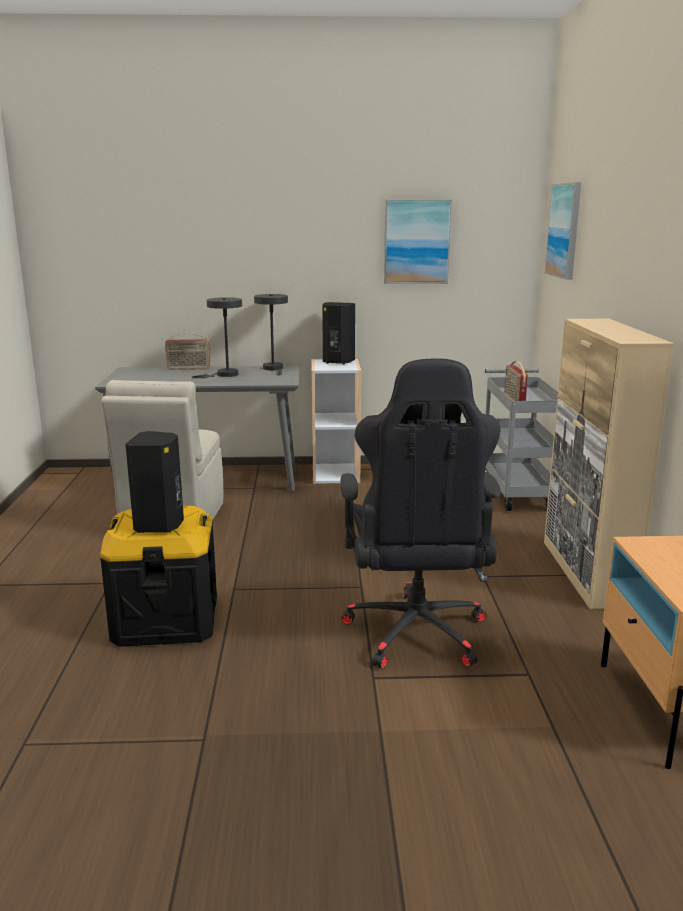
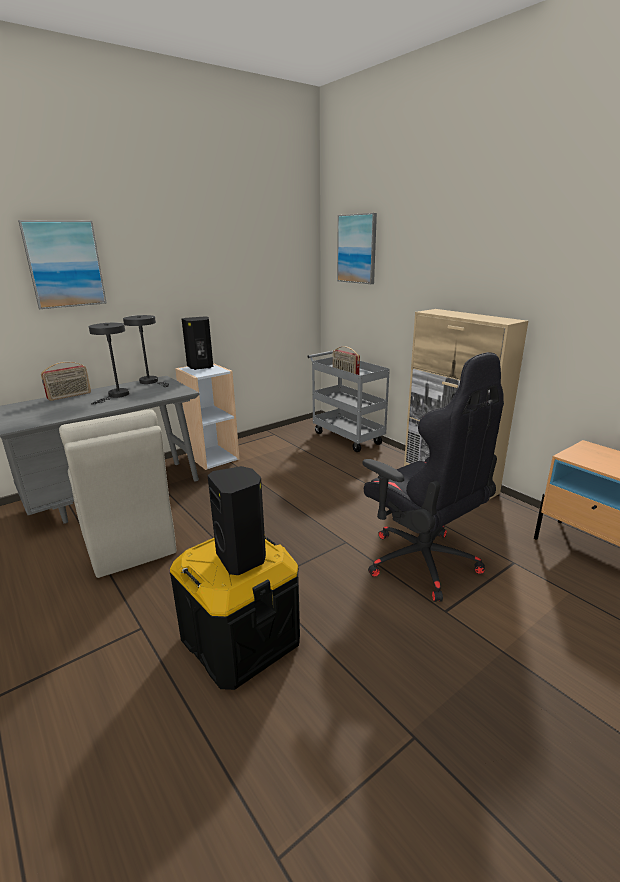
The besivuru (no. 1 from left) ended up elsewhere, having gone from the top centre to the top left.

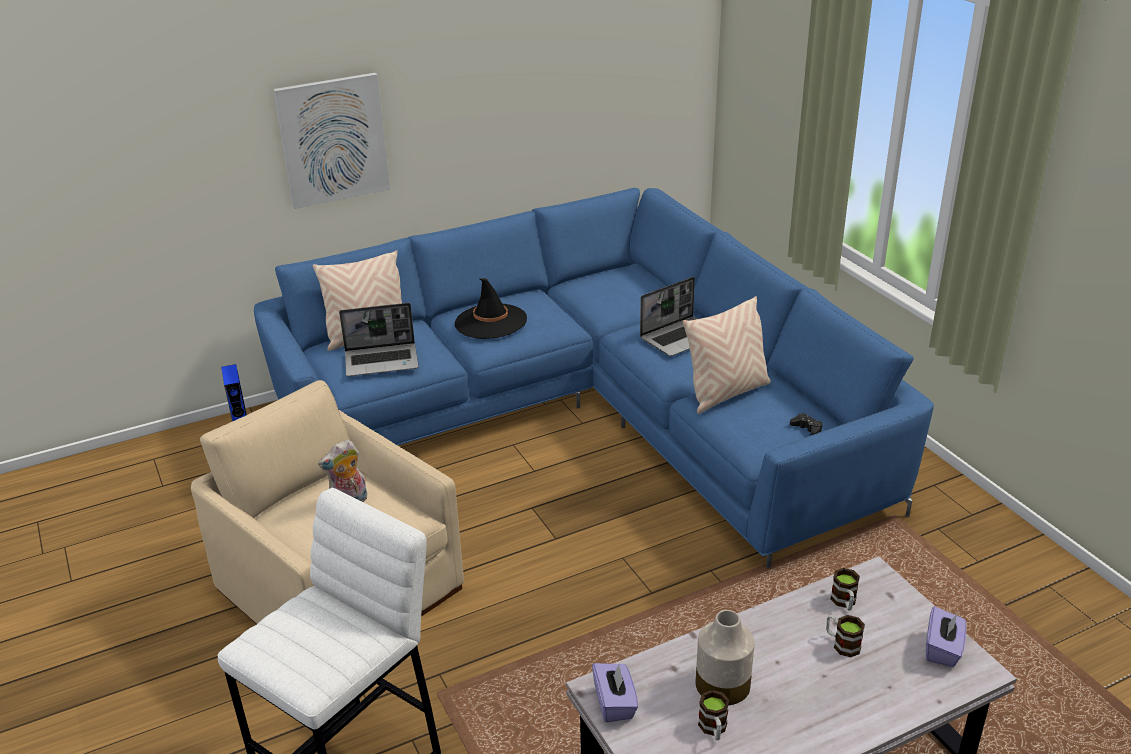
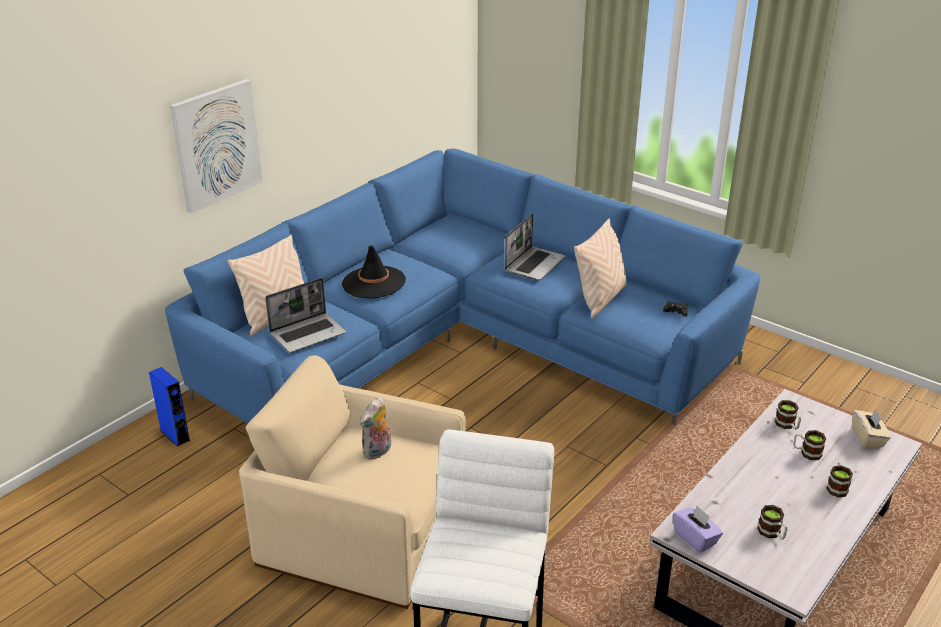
The second view lost the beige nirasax at the bottom centre.
The second view gained the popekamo (no. 4 from left) at the bottom right.
What was the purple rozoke (no. 2 from left) at the bottom right turned into the beige rozoke at the bottom right.

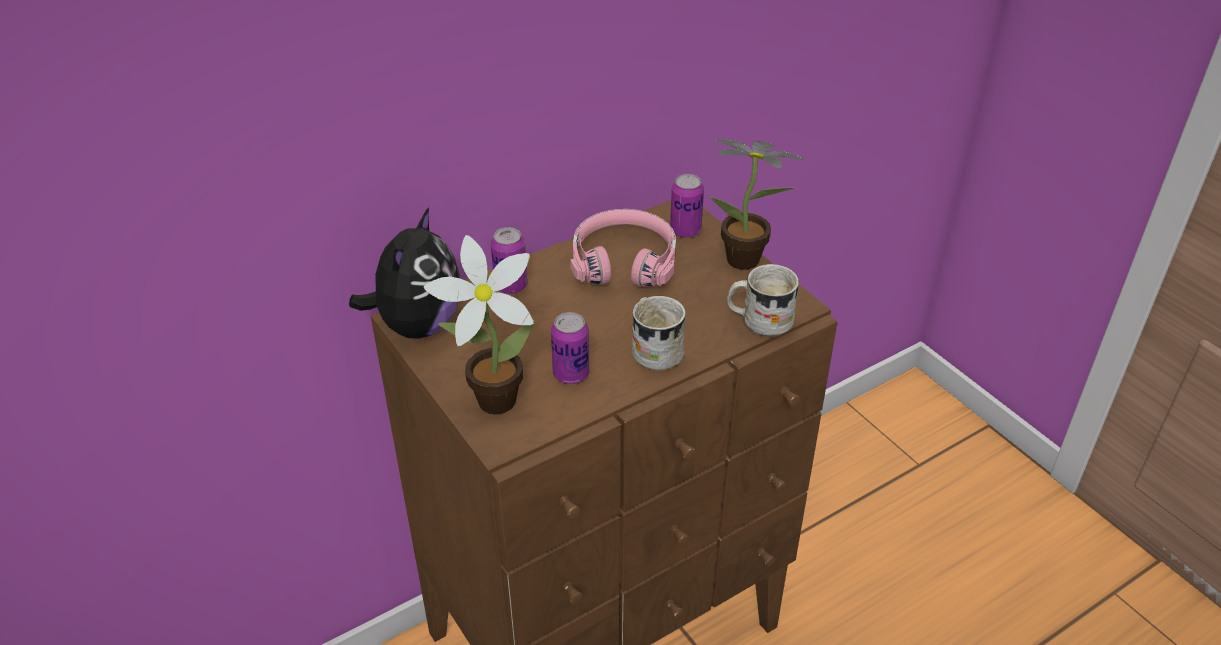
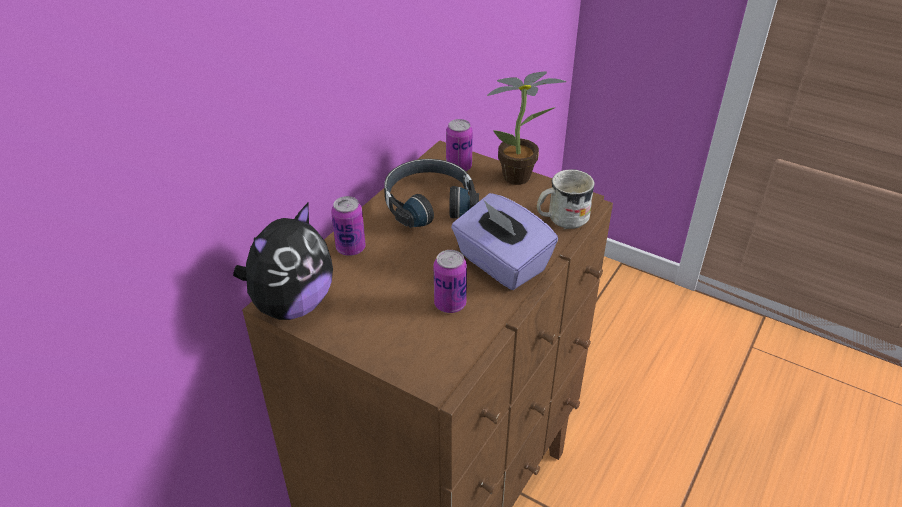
The second view lost the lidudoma (no. 1 from left) at the centre.
Where the white popekamo (no. 1 from left) stood at the centre, the purple rozoke came to stand at the centre.
What was the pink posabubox at the centre turned into the black posabubox at the centre.
The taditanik at the middle left ended up facing another way, 45 degrees clockwise from before.

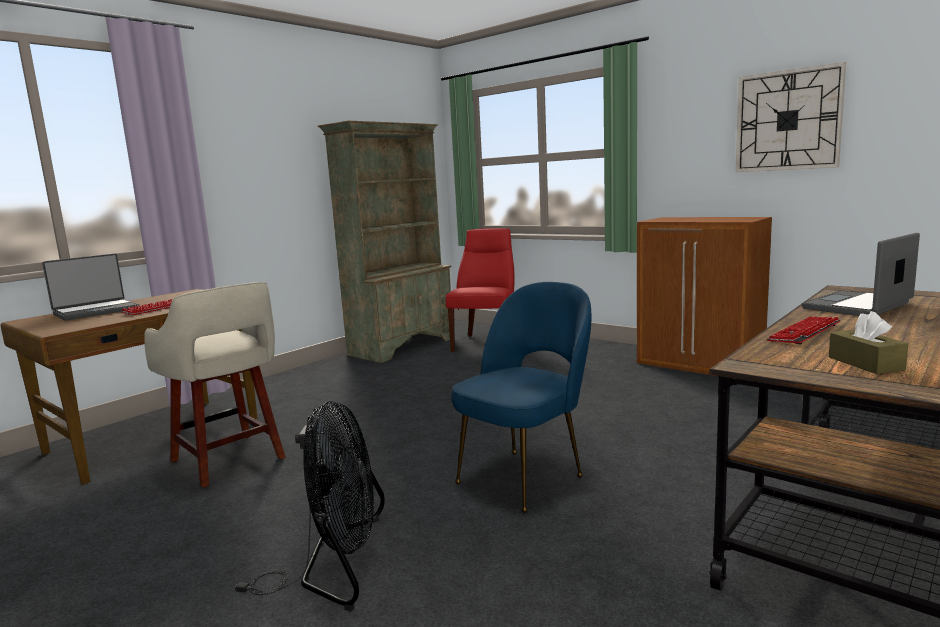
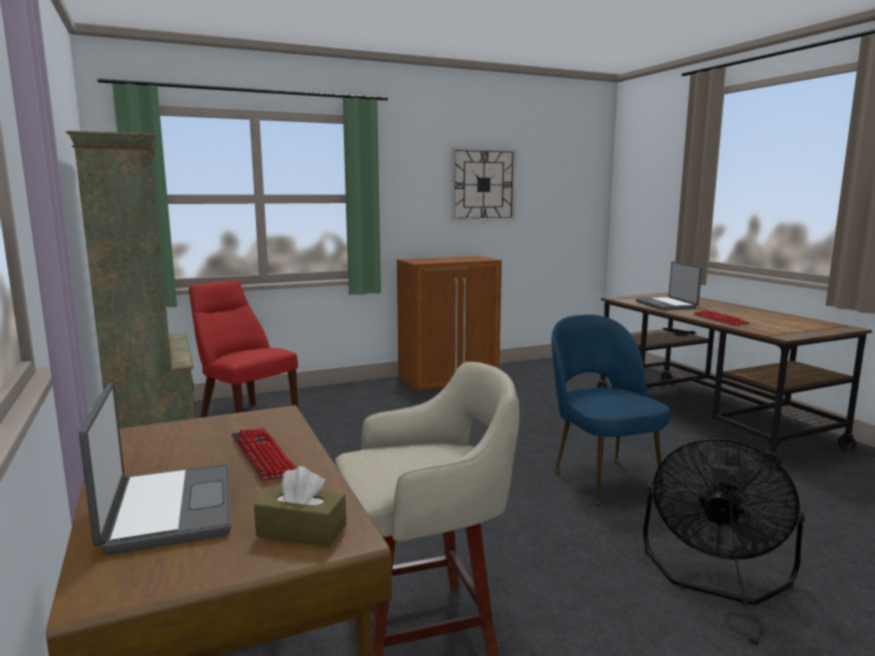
The brown rozoke ended up elsewhere, having gone from the middle right to the bottom centre.

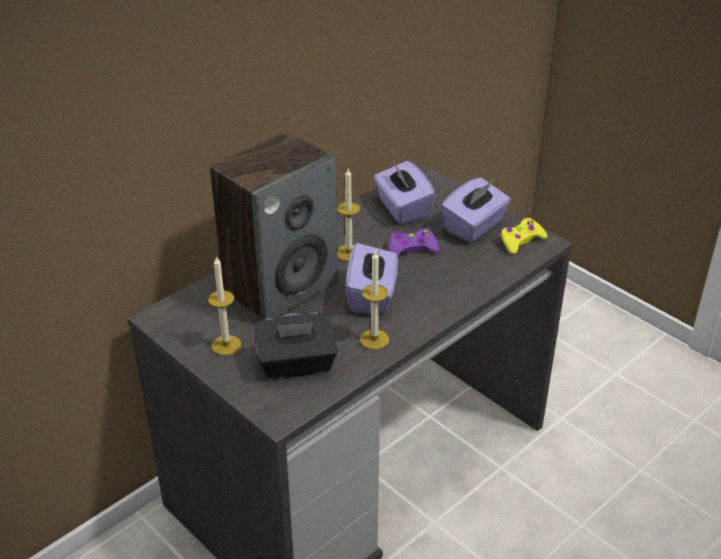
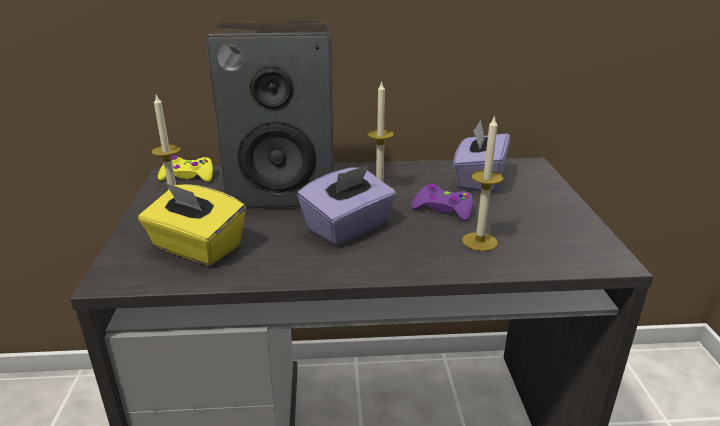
The second view lost the purple rozoke (no. 3 from left) at the centre.
The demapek (no. 3 from left) ended up elsewhere, having gone from the centre to the middle right.
The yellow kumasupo ended up elsewhere, having gone from the middle right to the middle left.
What was the black rozoke at the centre turned into the yellow rozoke at the middle left.

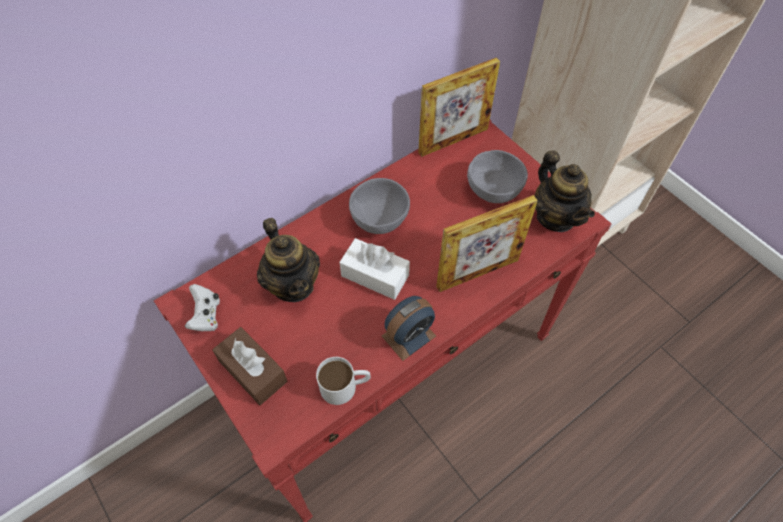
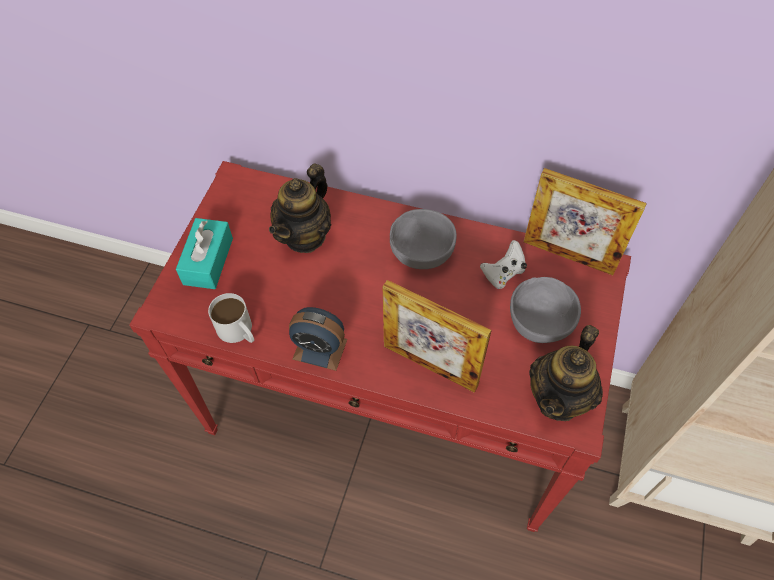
The second view lost the white rozoke at the centre.
The white kumasupo ended up elsewhere, having gone from the middle left to the centre.
What was the brown rozoke at the bottom left turned into the turquoise rozoke at the middle left.

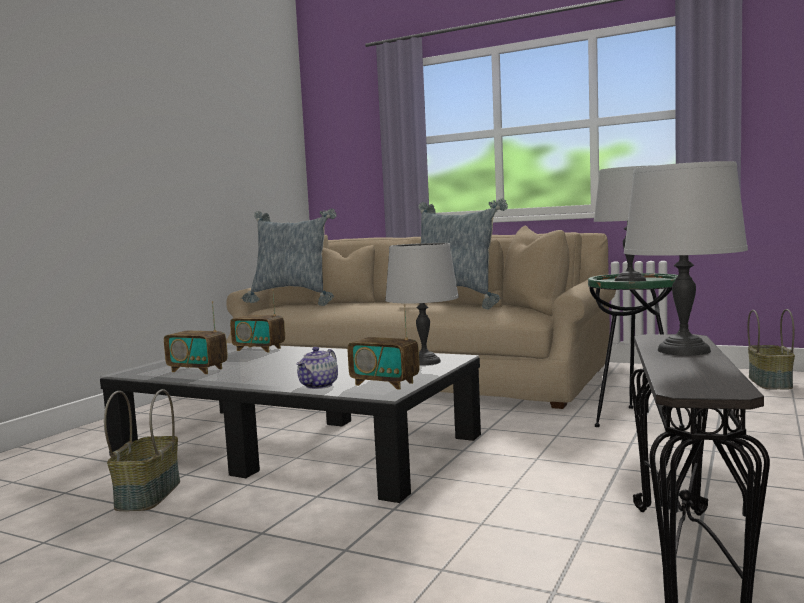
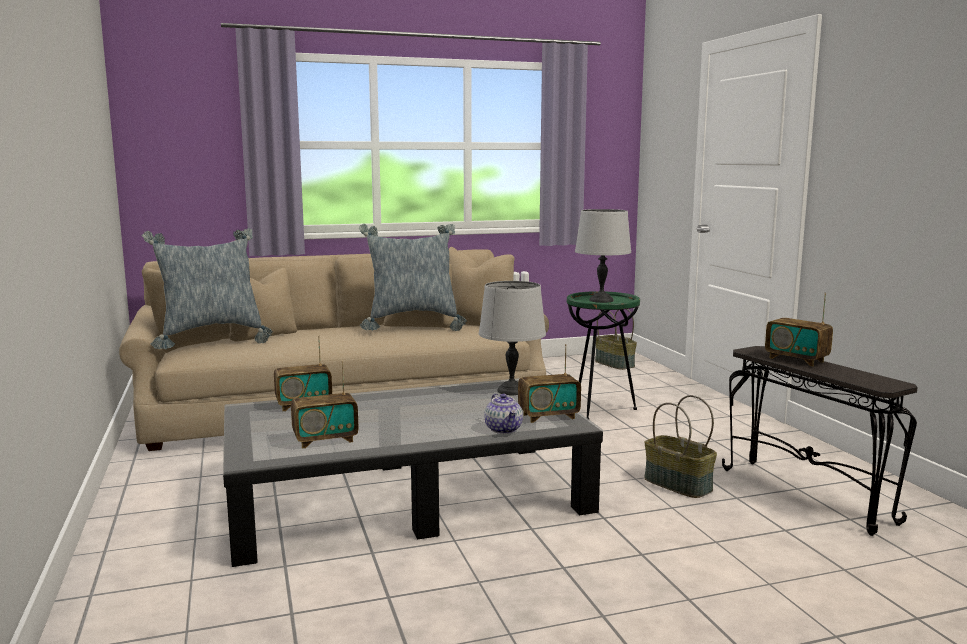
The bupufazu (no. 1 from left in the first image) ended up elsewhere, having gone from the bottom left to the bottom right.
Where the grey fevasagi (no. 3 from left) stood at the middle right, the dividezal (no. 4 from left) came to stand at the middle right.

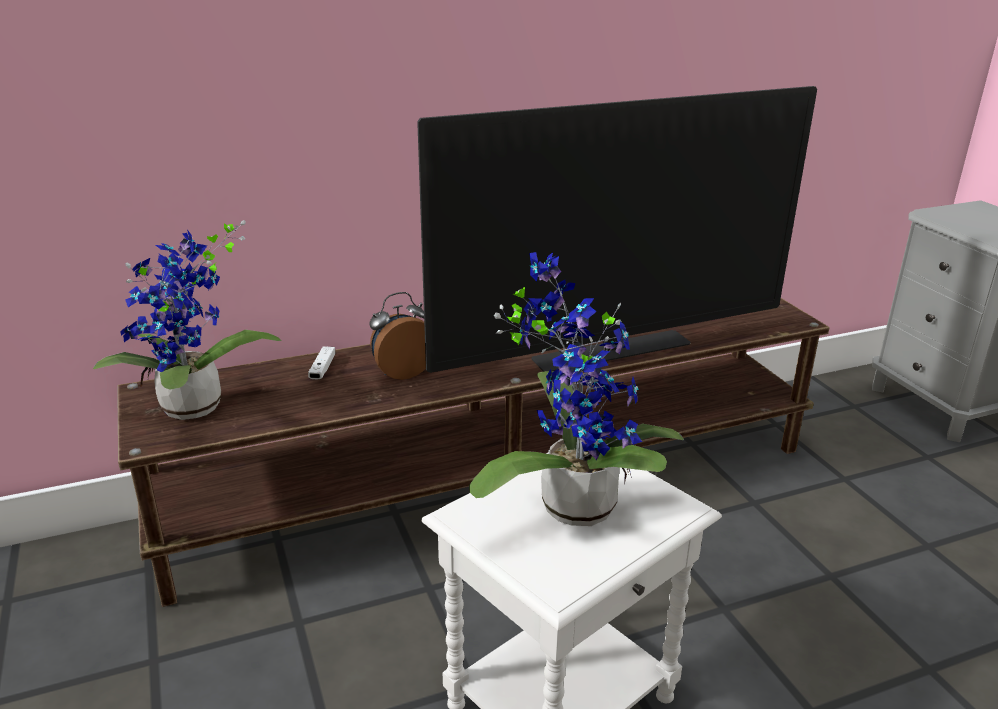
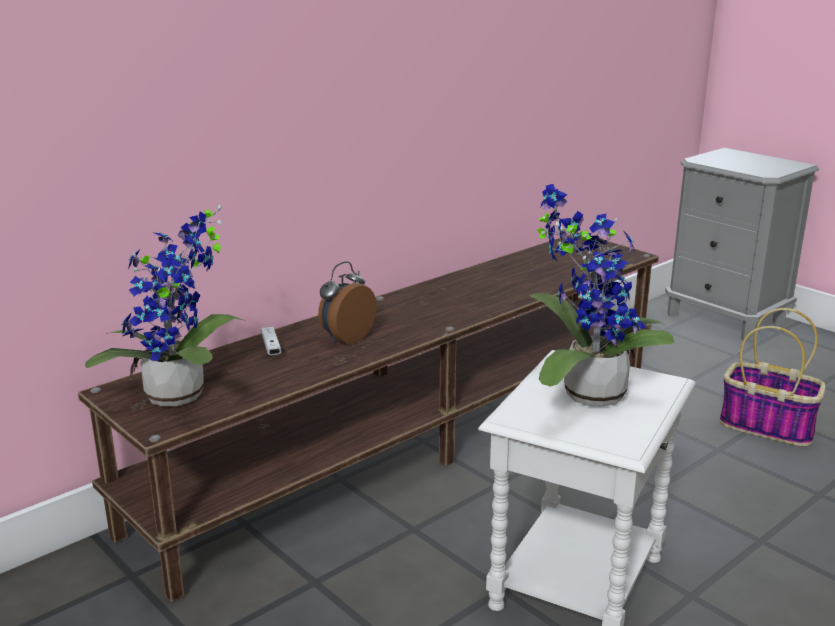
The second view lost the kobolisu at the top centre.
The second view gained the bupufazu at the middle right.

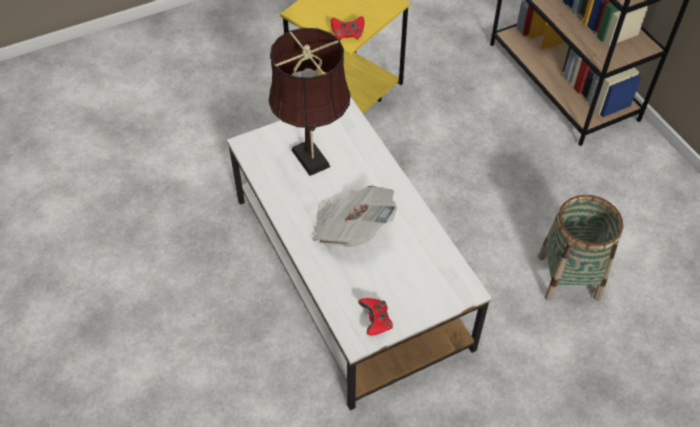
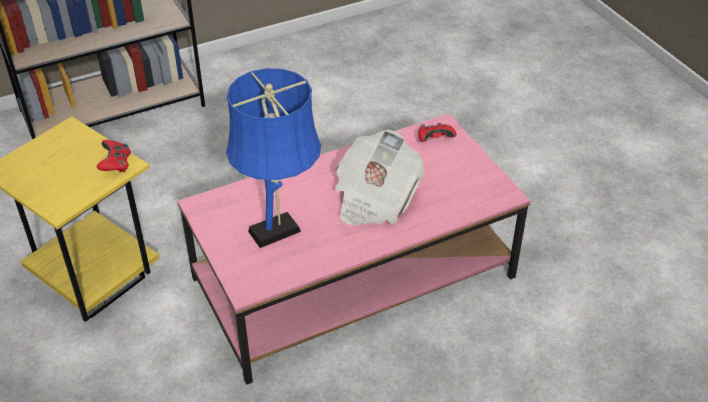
The second view lost the bupufazu at the middle right.
The red kumasupo (no. 2 from left) ended up elsewhere, having gone from the bottom centre to the top centre.
What was the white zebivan at the centre turned into the pink zebivan at the centre.
What was the brown fevasagi at the top centre turned into the blue fevasagi at the centre.

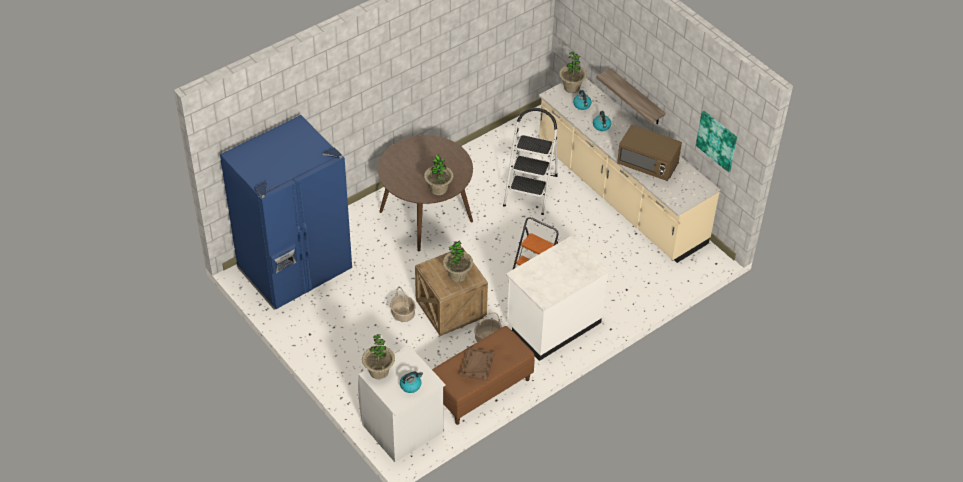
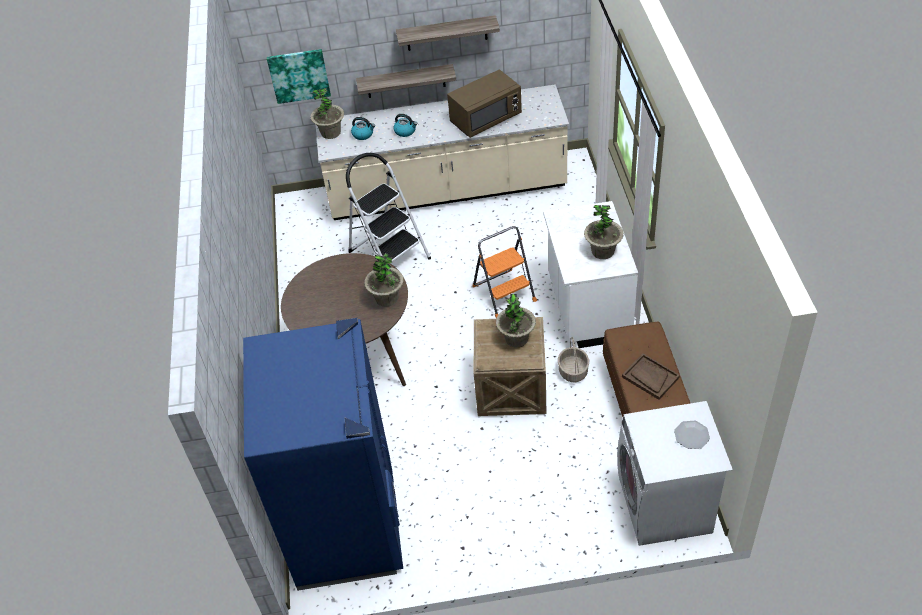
The second view lost the bupufazu (no. 1 from left) at the centre.
The second view gained the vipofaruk (no. 2 from left) at the top centre.
The lidudoma (no. 1 from left in the first image) ended up elsewhere, having gone from the bottom centre to the centre.
The besivuru ended up elsewhere, having gone from the top right to the top left.
Where the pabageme (no. 1 from left) stood at the bottom centre, the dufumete came to stand at the bottom right.

